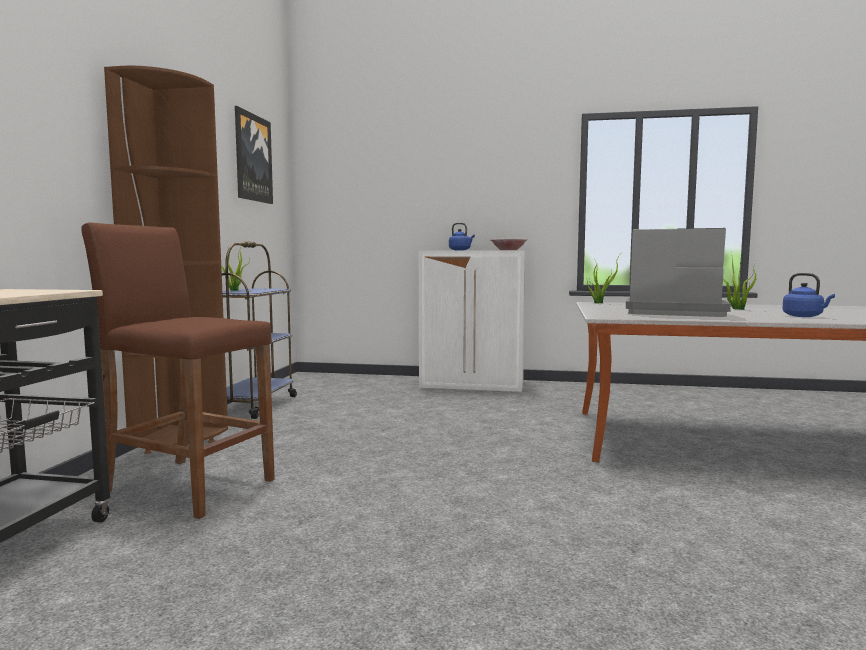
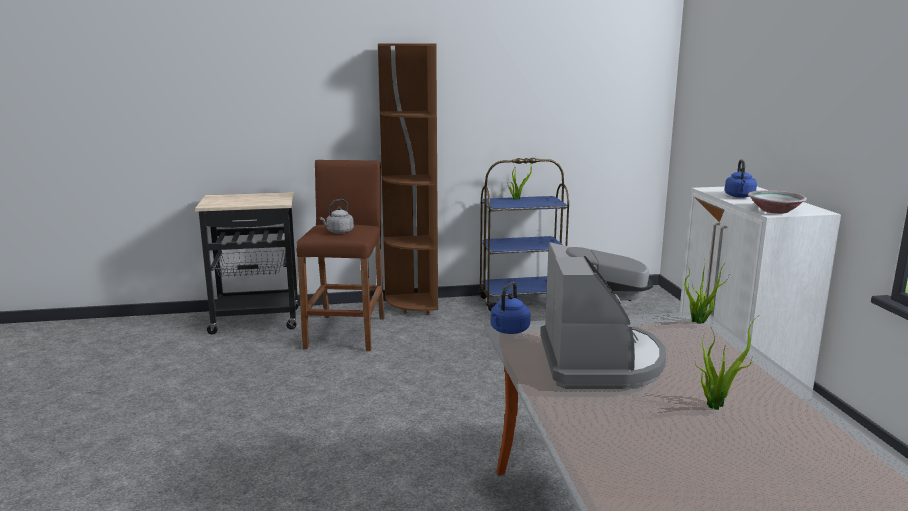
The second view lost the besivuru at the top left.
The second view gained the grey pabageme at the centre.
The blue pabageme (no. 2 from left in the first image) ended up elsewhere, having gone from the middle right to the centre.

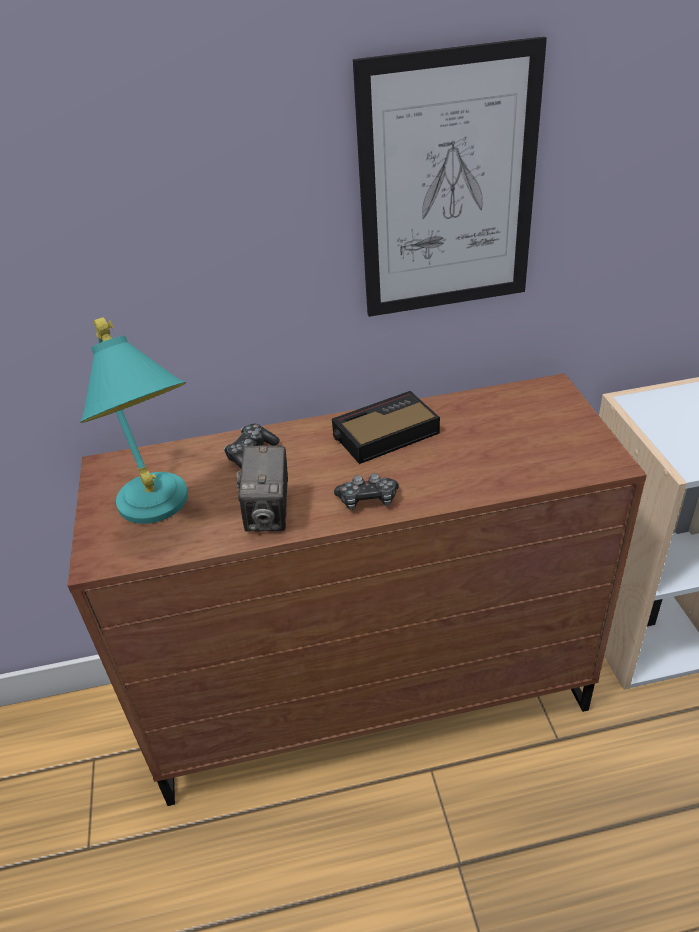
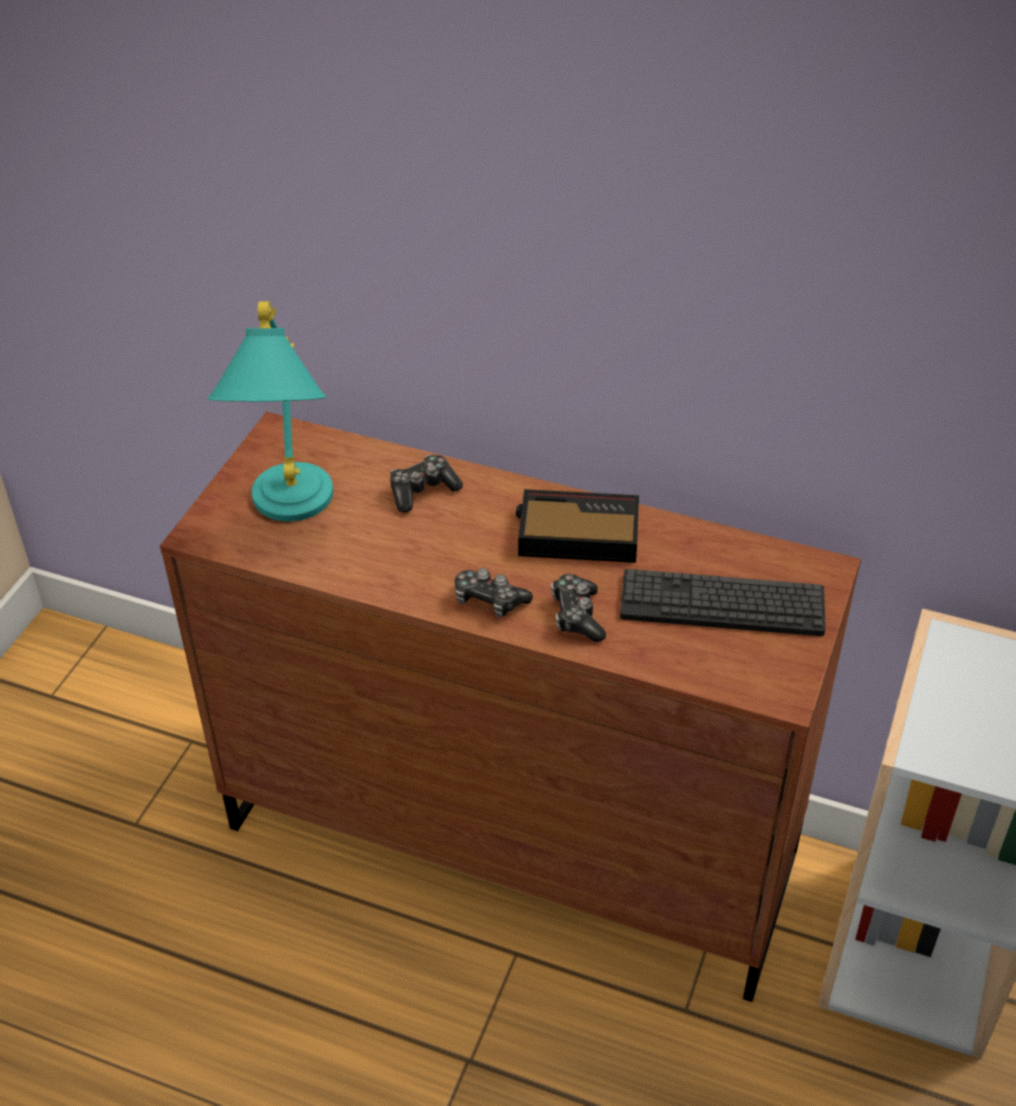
The second view lost the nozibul at the centre.
The second view lost the besivuru at the top centre.
The second view gained the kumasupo (no. 3 from left) at the centre.
The second view gained the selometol at the middle right.

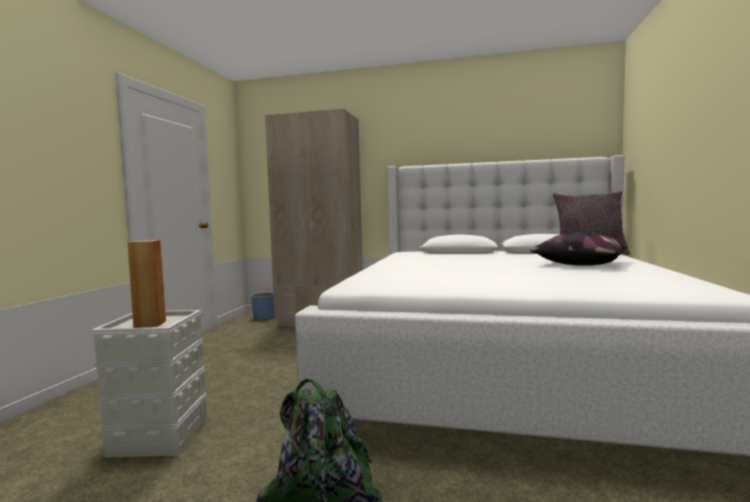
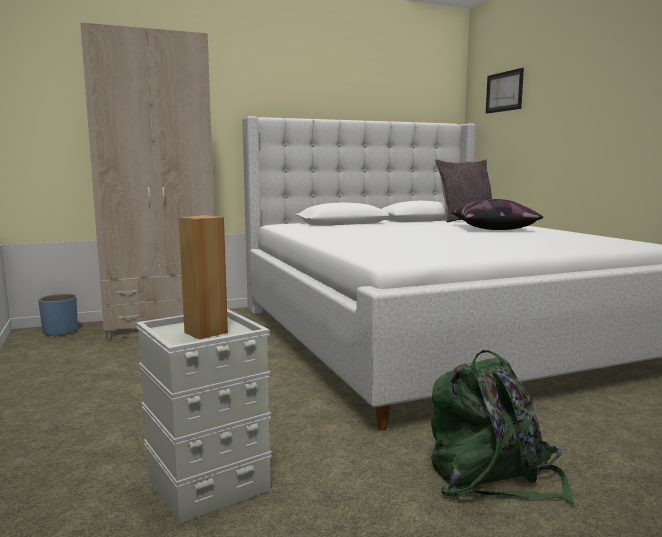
The second view gained the besivuru at the top right.

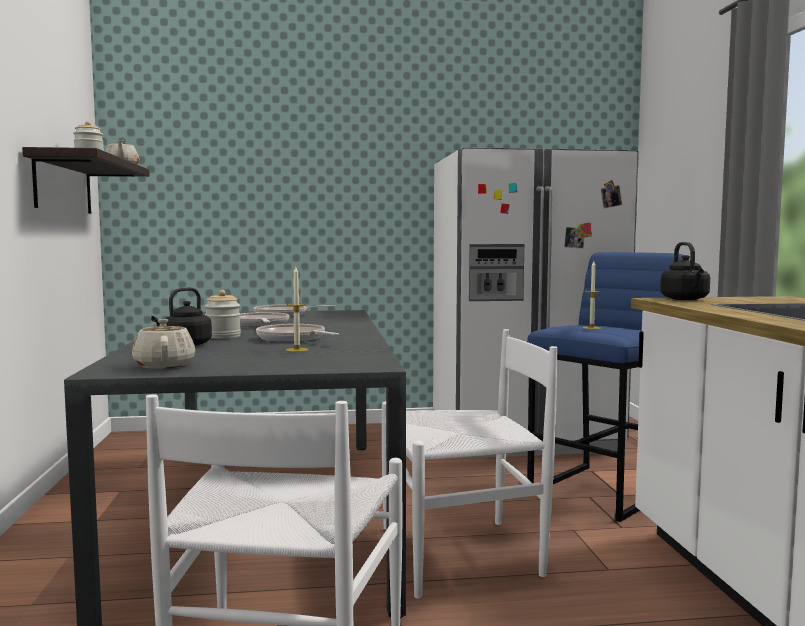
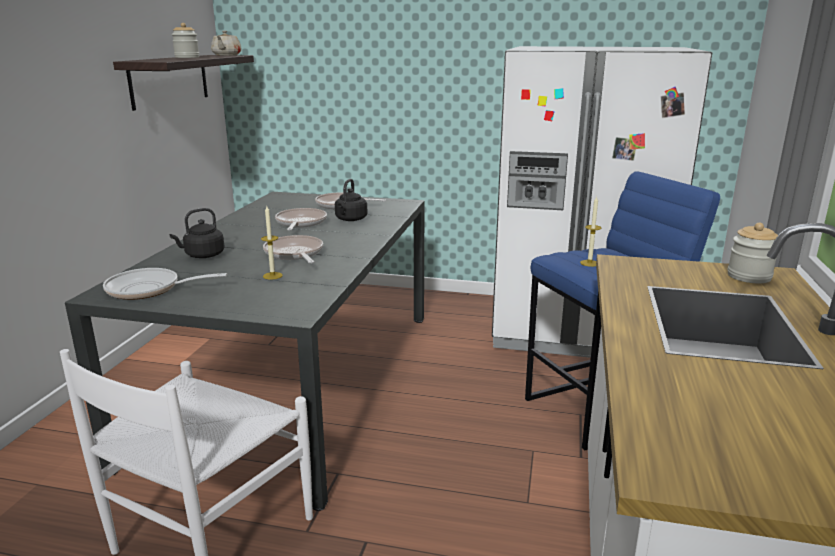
The second view lost the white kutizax (no. 2 from left) at the bottom centre.
The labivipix (no. 2 from left) ended up elsewhere, having gone from the middle left to the middle right.
The black pabageme (no. 2 from left) ended up elsewhere, having gone from the middle right to the centre.
Where the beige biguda (no. 2 from left) stood at the middle left, the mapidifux (no. 1 from left) came to stand at the middle left.

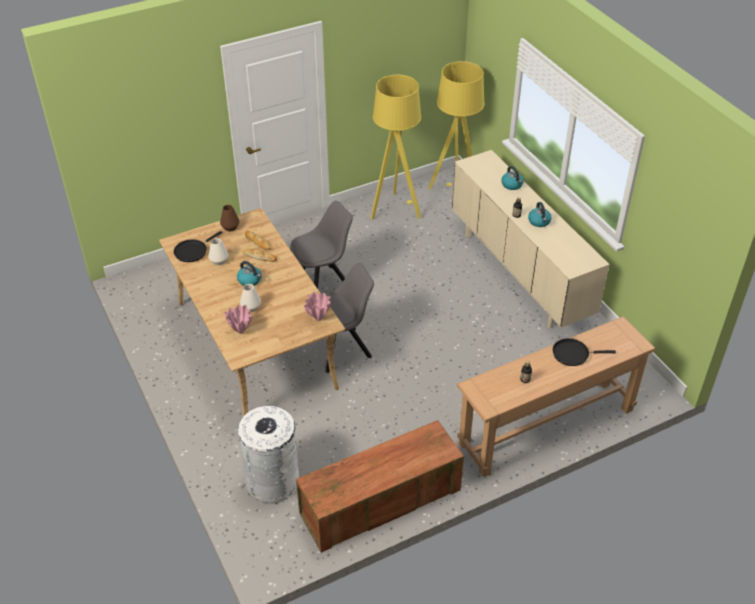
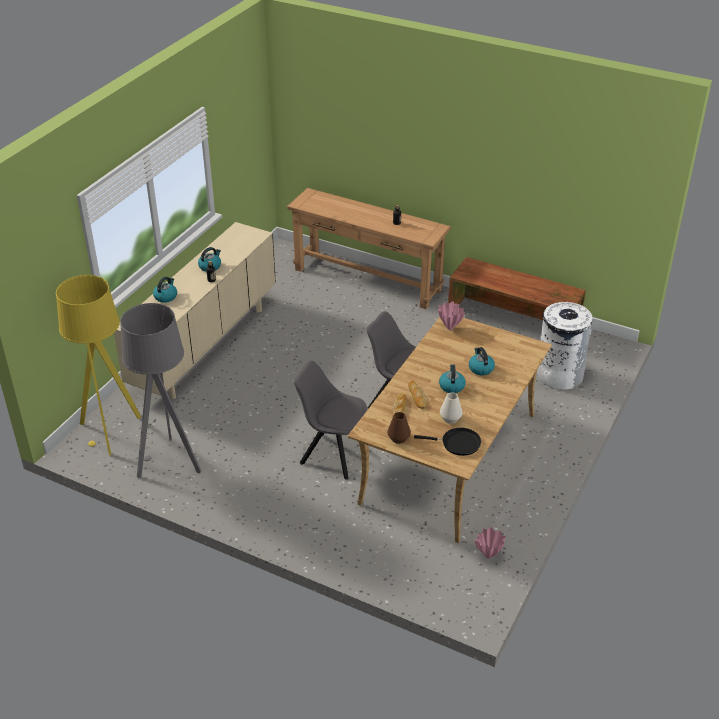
The second view lost the black mapidifux (no. 2 from left) at the middle right.
The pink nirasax (no. 1 from left in the first image) ended up elsewhere, having gone from the middle left to the bottom right.
Where the white nirasax (no. 2 from left) stood at the middle left, the pabageme (no. 4 from left) came to stand at the middle right.
What was the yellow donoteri (no. 1 from left) at the top centre turned into the grey donoteri at the middle left.

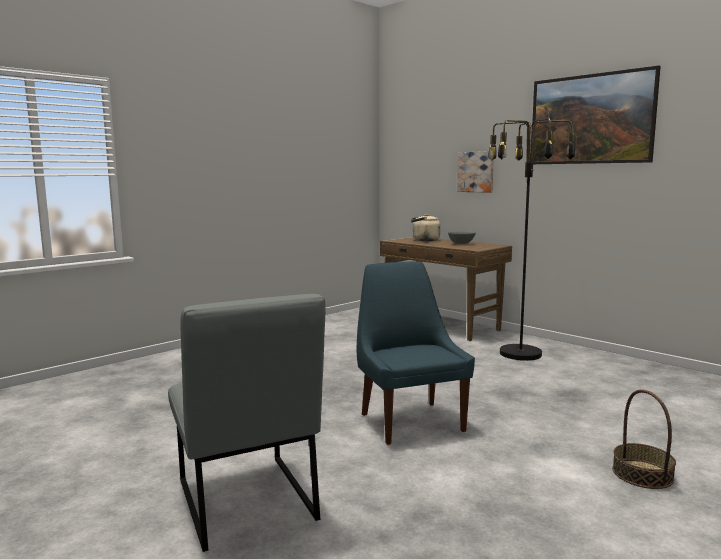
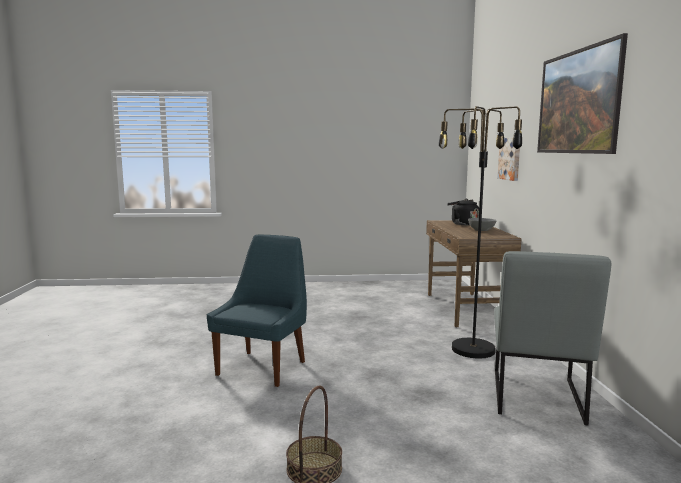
The grey kutizax ended up elsewhere, having gone from the bottom centre to the bottom right.
What was the beige pabageme at the centre turned into the black pabageme at the middle right.

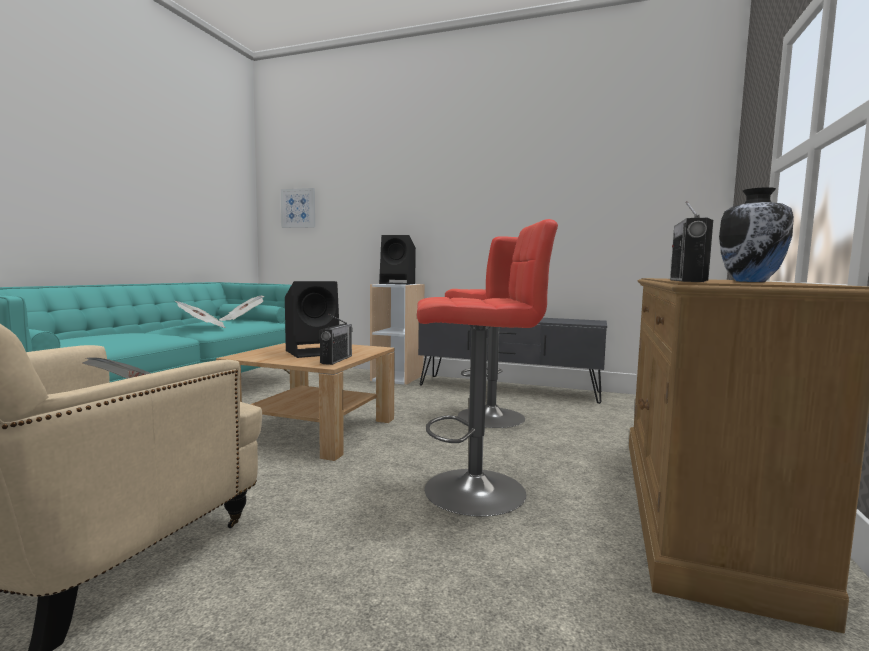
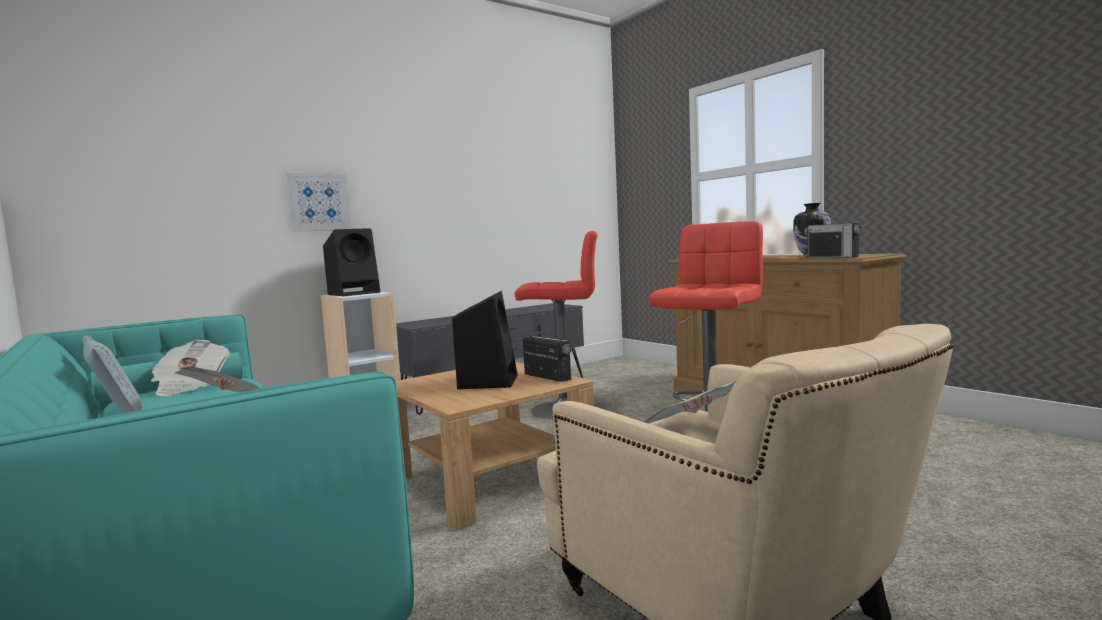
The second view gained the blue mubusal at the middle left.
The besivuru ended up elsewhere, having gone from the top centre to the top left.

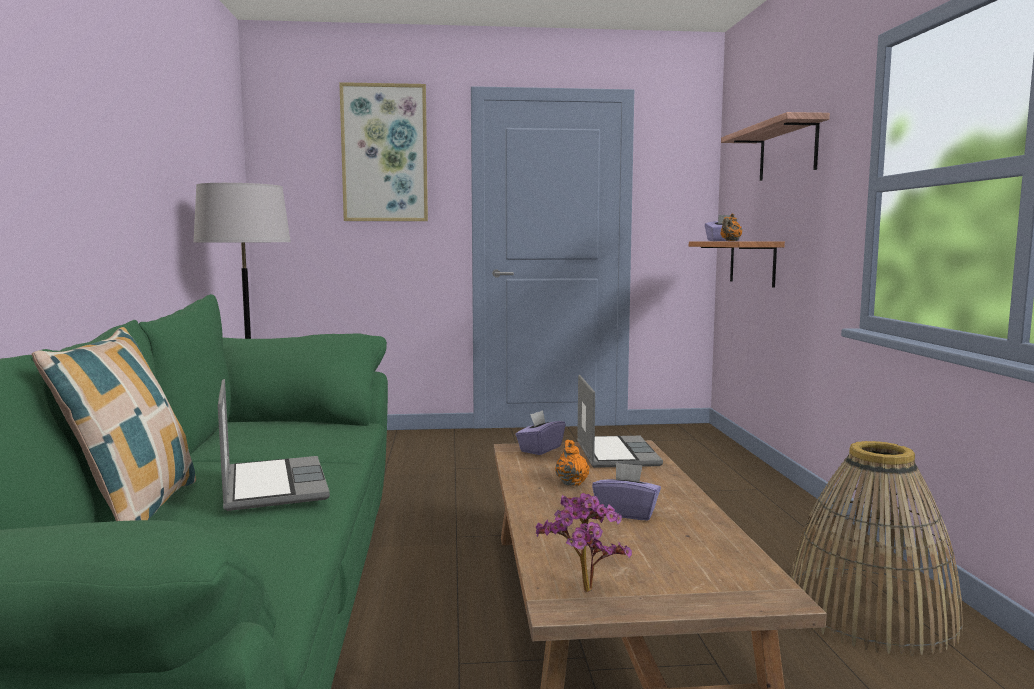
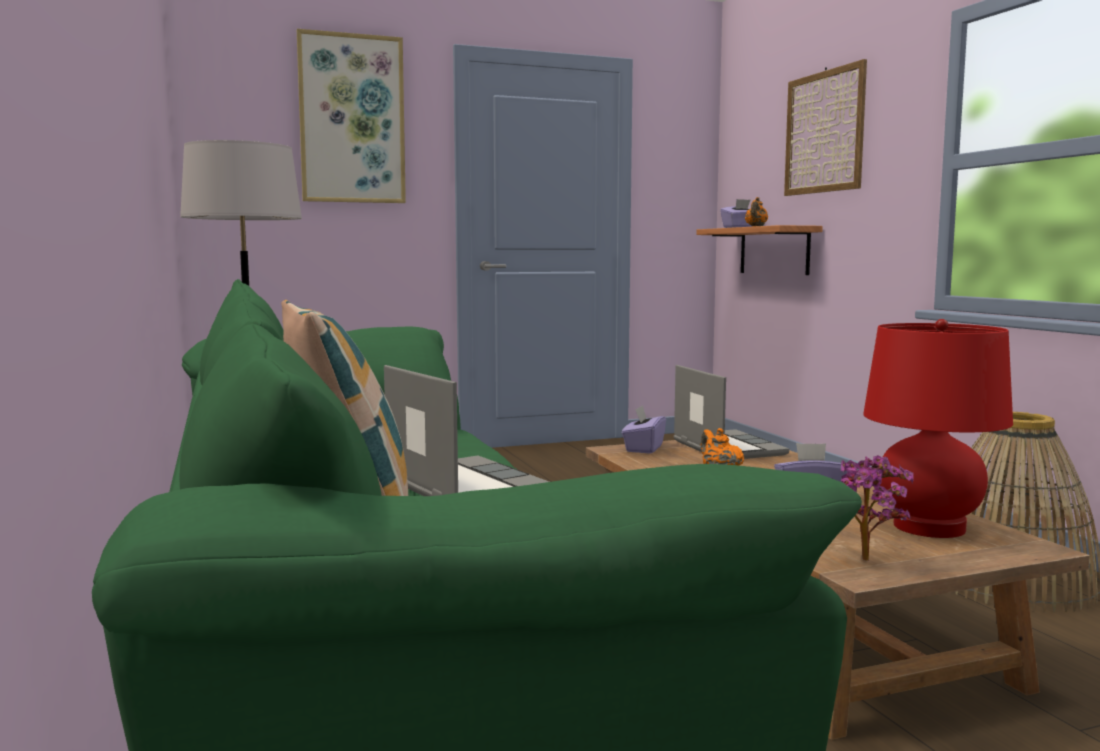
The second view gained the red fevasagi at the middle right.
Where the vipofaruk (no. 2 from left) hung at the top right, the besivuru (no. 2 from left) came to hang at the top right.

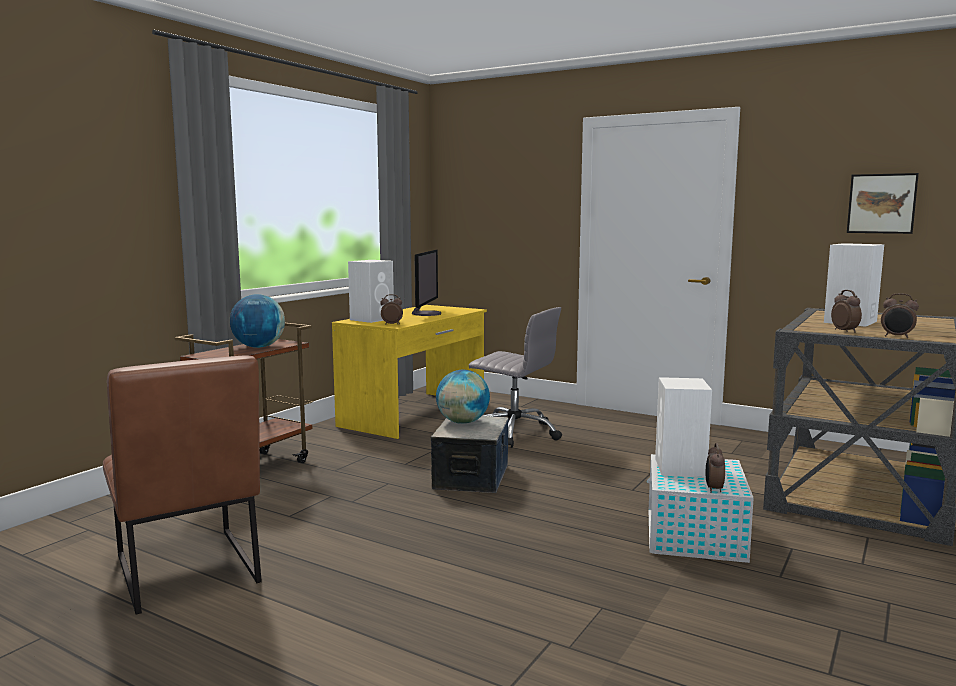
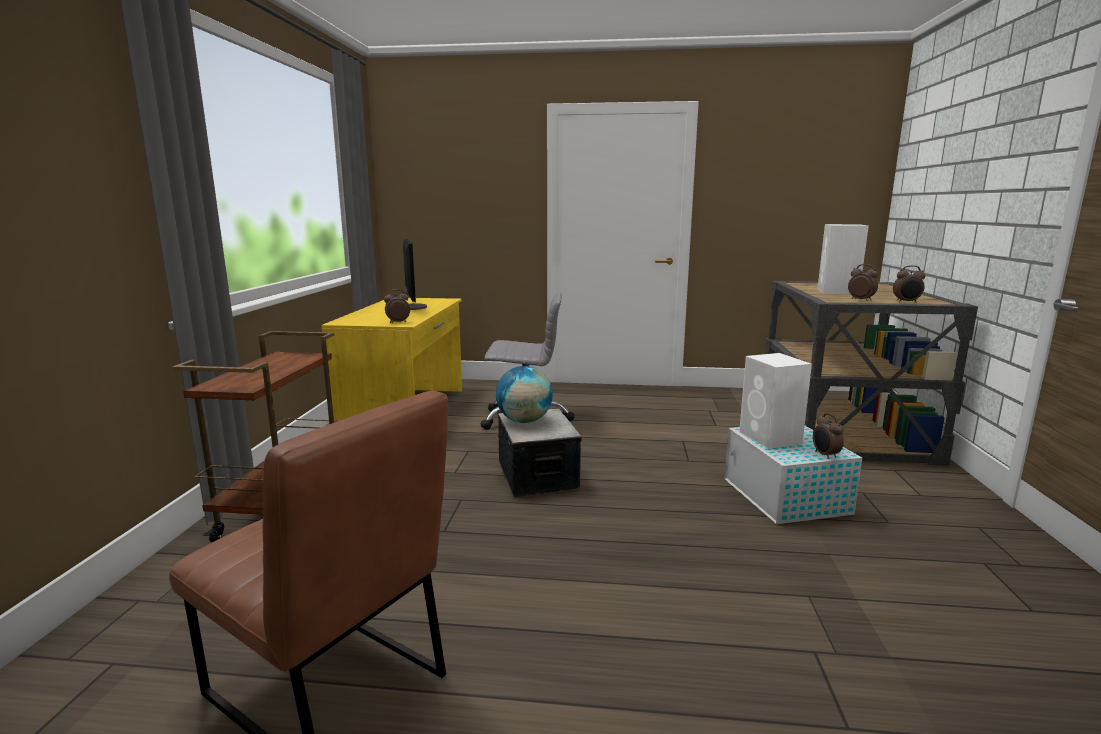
The second view lost the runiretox (no. 1 from left) at the middle left.
The second view lost the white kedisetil (no. 1 from left) at the centre.
The second view lost the besivuru at the top right.

